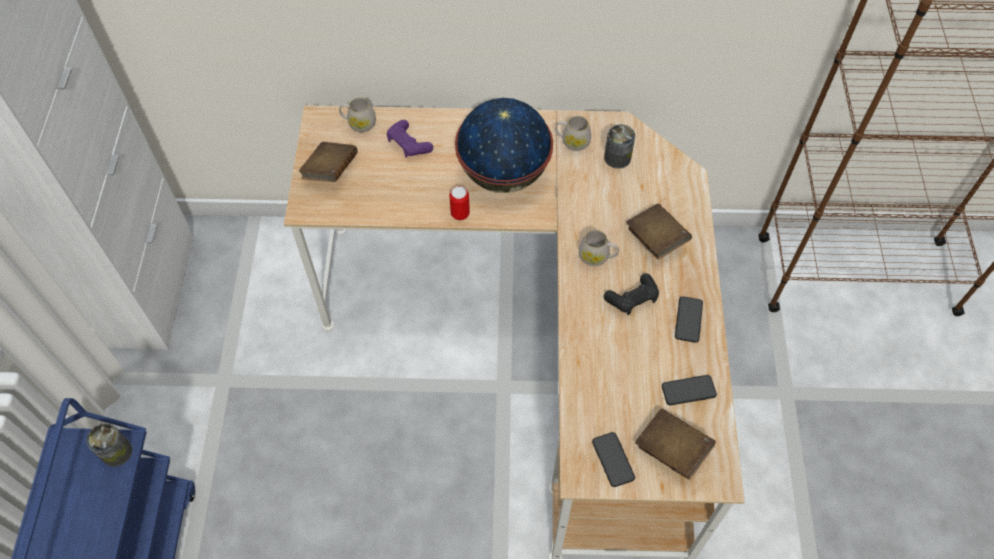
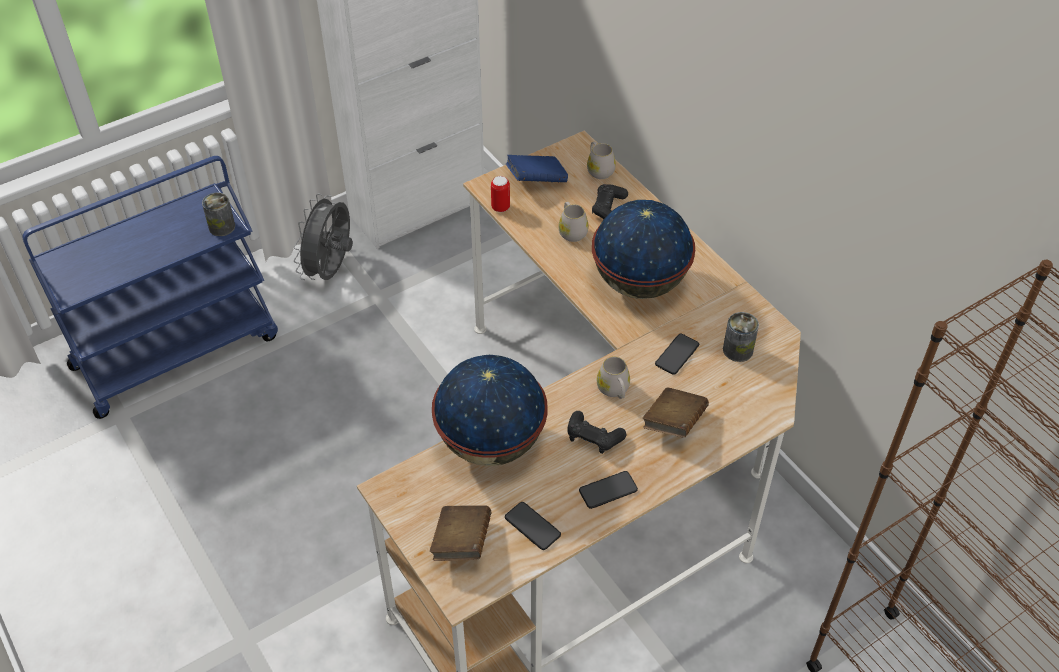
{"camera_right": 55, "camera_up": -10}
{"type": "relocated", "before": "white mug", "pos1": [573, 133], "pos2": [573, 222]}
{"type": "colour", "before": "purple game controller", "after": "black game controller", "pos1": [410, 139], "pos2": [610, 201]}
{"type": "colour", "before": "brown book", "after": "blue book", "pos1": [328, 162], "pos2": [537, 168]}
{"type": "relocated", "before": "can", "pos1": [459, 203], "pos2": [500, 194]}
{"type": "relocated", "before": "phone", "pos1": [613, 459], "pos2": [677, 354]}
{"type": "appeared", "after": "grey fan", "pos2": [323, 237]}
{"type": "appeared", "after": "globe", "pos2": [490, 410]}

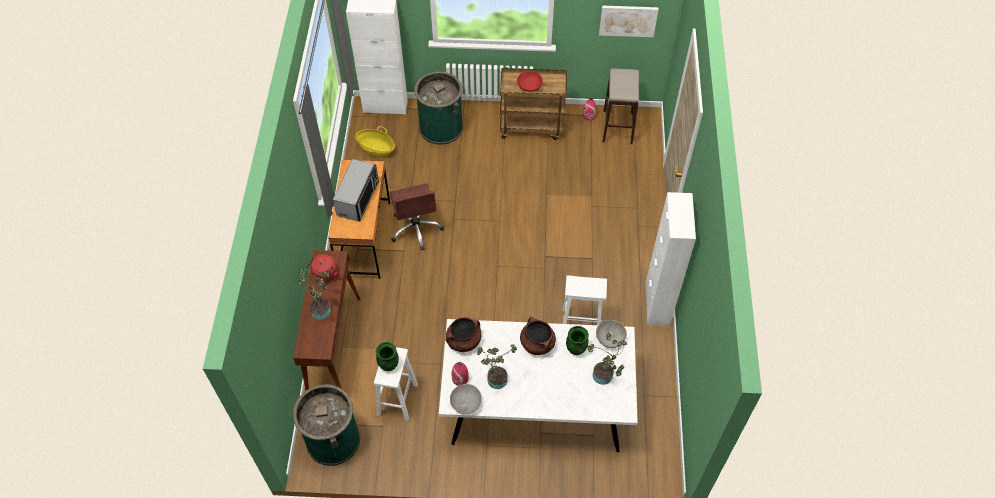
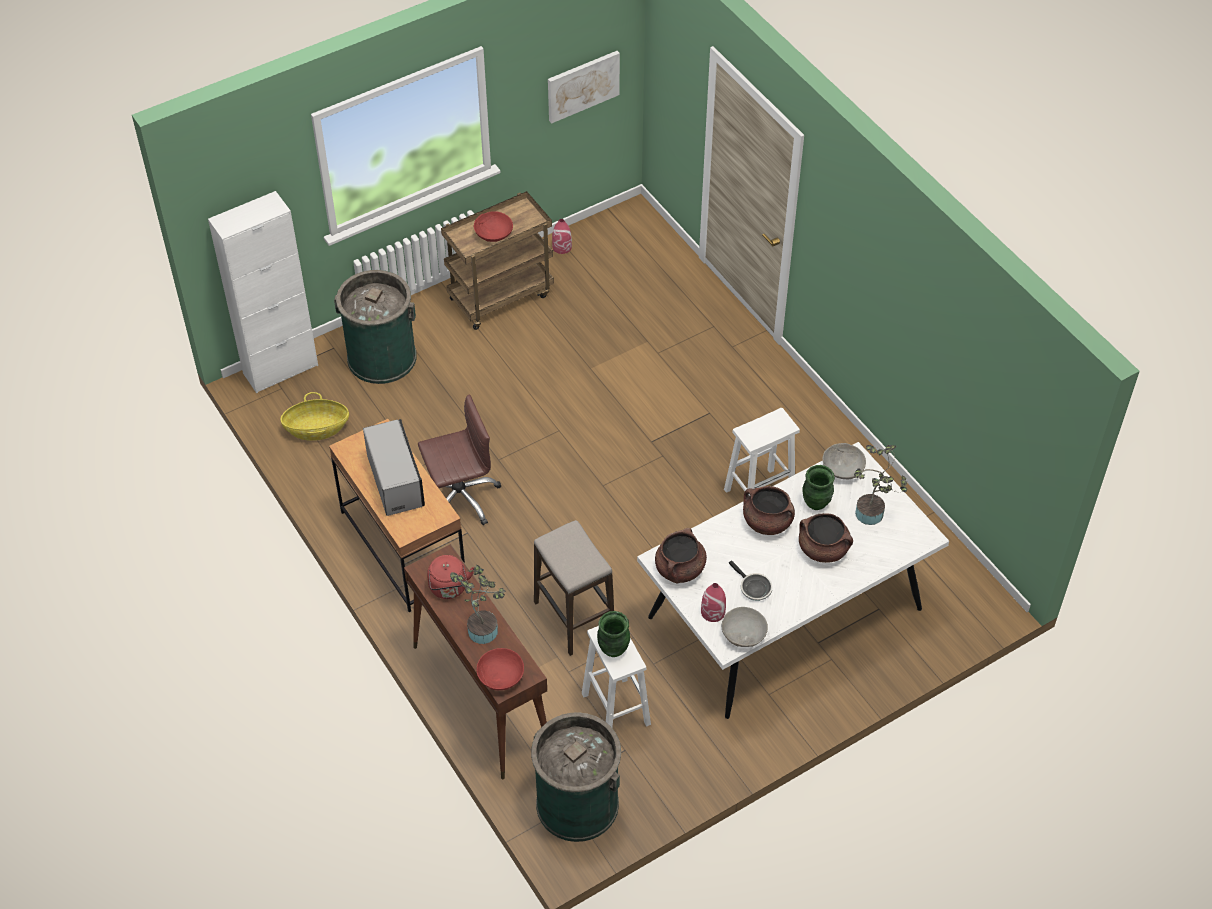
{"camera_right": -35, "camera_up": -5}
{"type": "relocated", "before": "stool", "pos1": [621, 106], "pos2": [574, 588]}
{"type": "spun", "before": "brown office chair", "pos1": [417, 217], "pos2": [460, 460], "turn": -60}
{"type": "missing", "before": "white cabinet", "pos1": [671, 259]}
{"type": "exchanged", "before": "potted plant", "after": "frying pan", "pos1": [497, 366], "pos2": [751, 580]}
{"type": "appeared", "after": "brown cooking pot", "pos2": [826, 538]}
{"type": "appeared", "after": "red bowl", "pos2": [500, 669]}

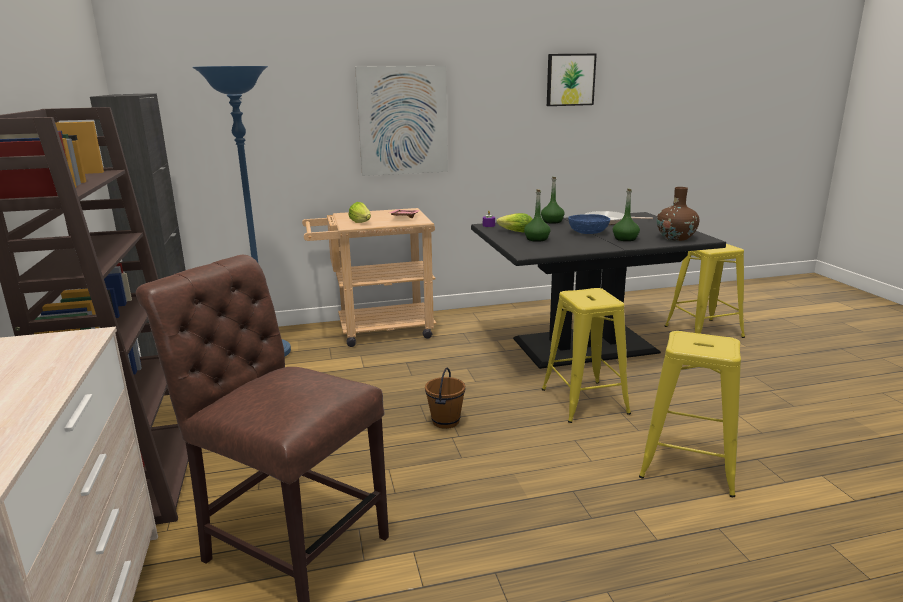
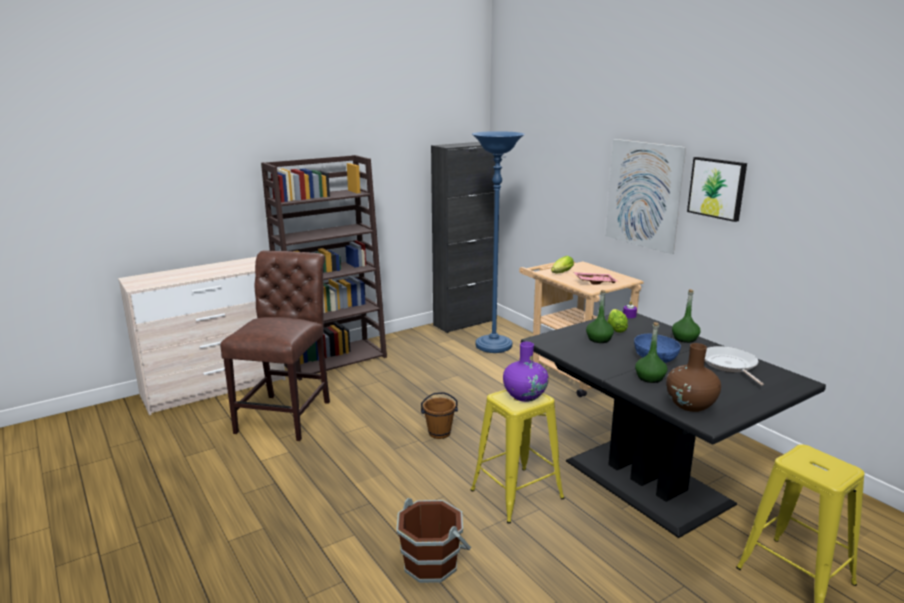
{"camera_right": 70, "camera_up": 0}
{"type": "relocated", "before": "picture", "pos1": [572, 80], "pos2": [717, 189]}
{"type": "exchanged", "before": "yellow stool", "after": "brown bucket", "pos1": [690, 414], "pos2": [433, 540]}
{"type": "appeared", "after": "purple vase", "pos2": [526, 372]}

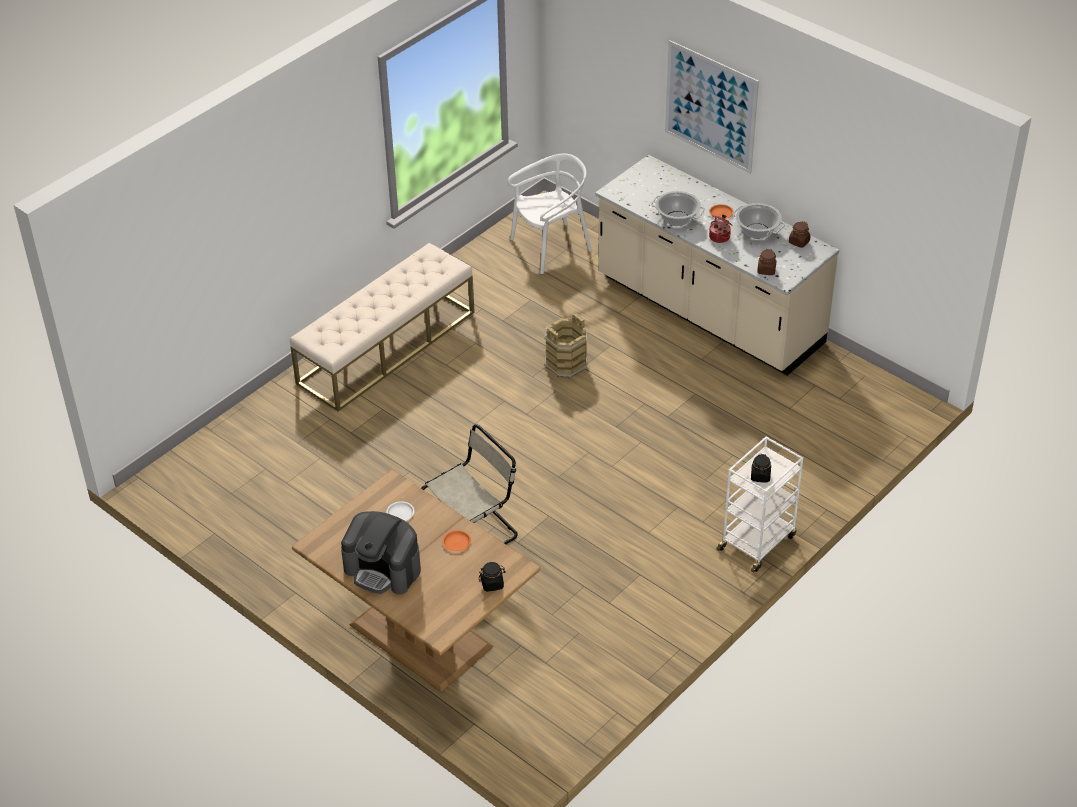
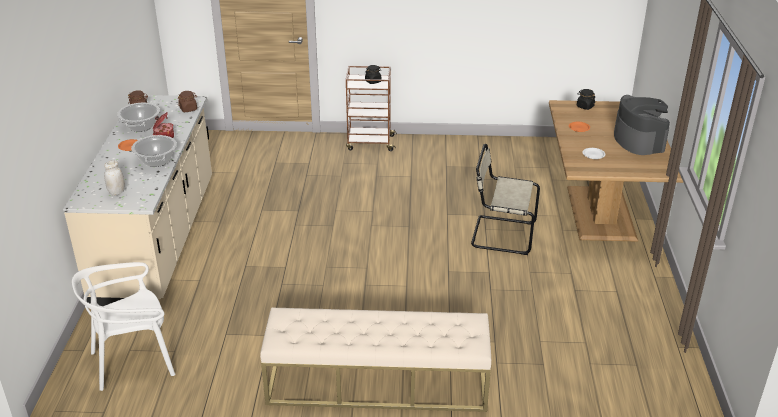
{"camera_right": -130, "camera_up": -10}
{"type": "missing", "before": "picture", "pos1": [712, 107]}
{"type": "spun", "before": "white chair", "pos1": [549, 214], "pos2": [123, 326], "turn": -45}
{"type": "missing", "before": "brown bucket", "pos1": [565, 345]}
{"type": "colour", "before": "white cart", "after": "brown cart", "pos1": [759, 505], "pos2": [371, 108]}
{"type": "appeared", "after": "white jar", "pos2": [114, 178]}

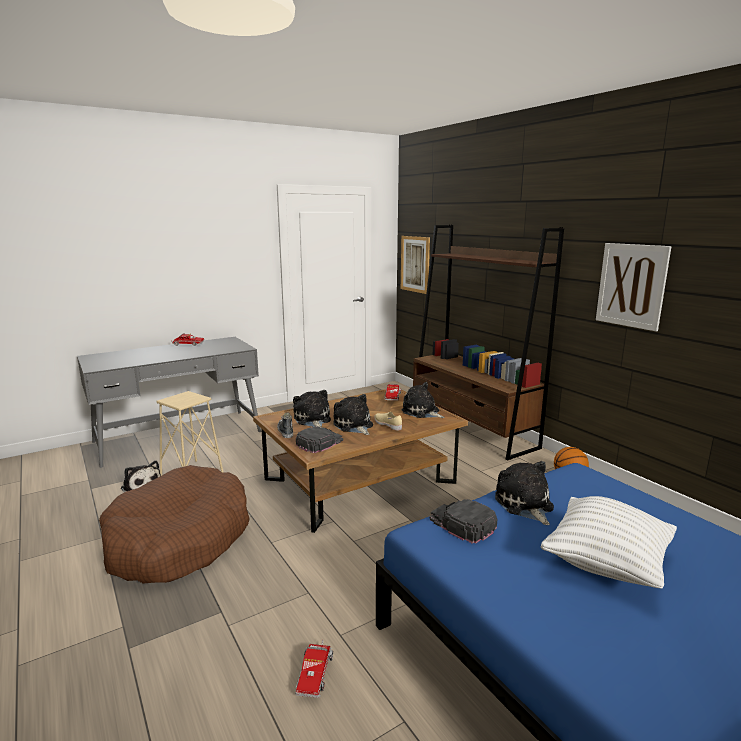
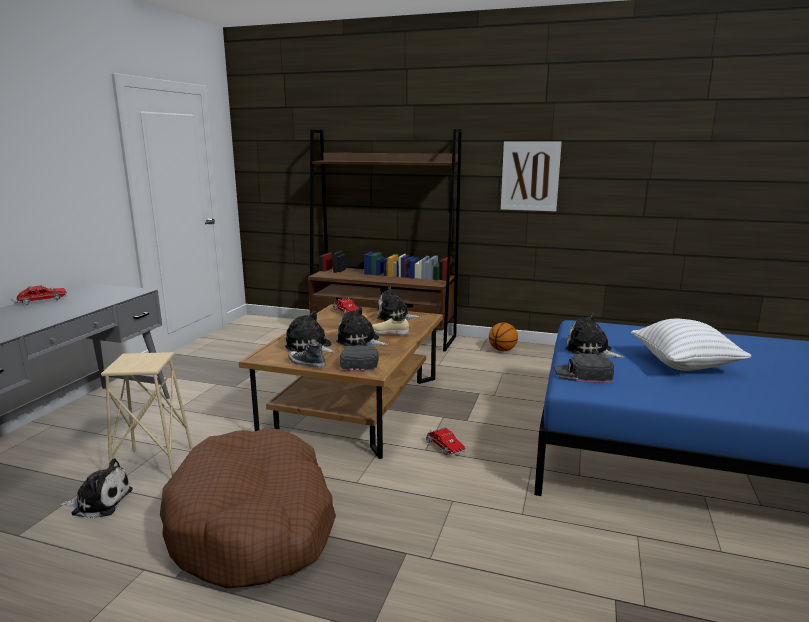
{"camera_right": -40, "camera_up": 0}
{"type": "missing", "before": "picture", "pos1": [415, 265]}
{"type": "relocated", "before": "toy truck", "pos1": [314, 669], "pos2": [445, 441]}

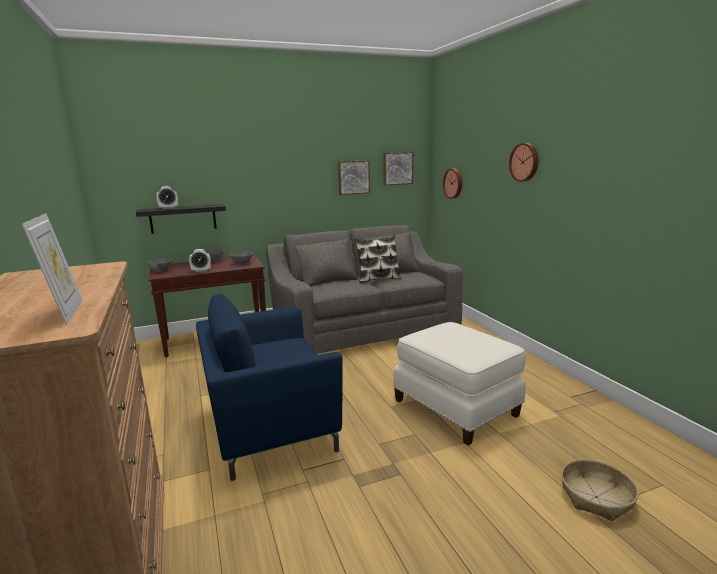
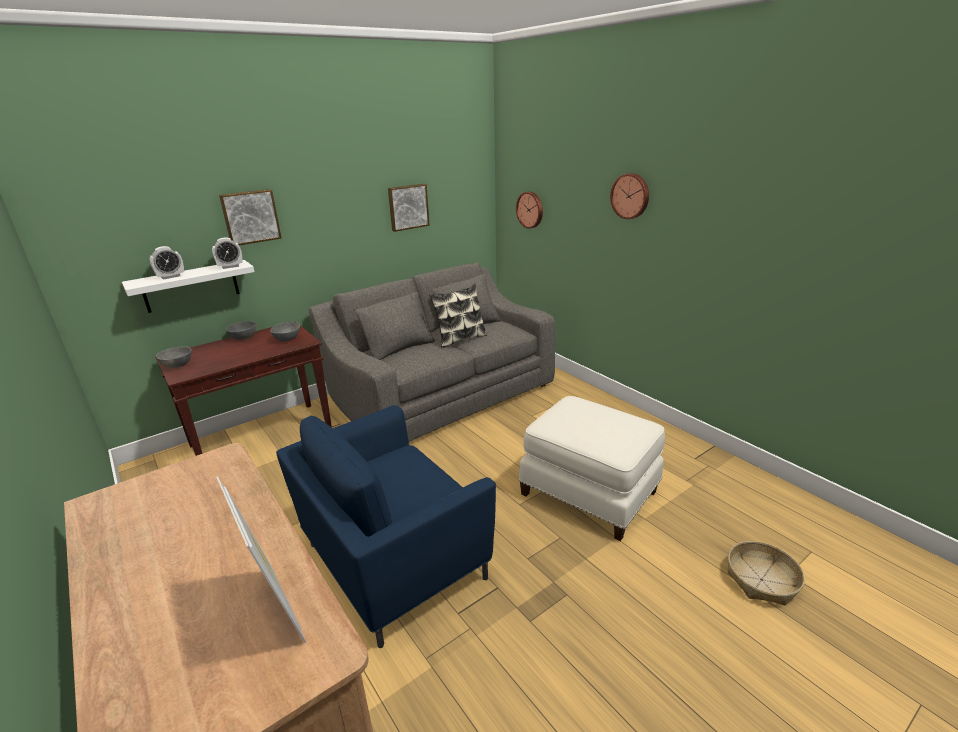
{"camera_right": -15, "camera_up": 10}
{"type": "relocated", "before": "picture", "pos1": [398, 168], "pos2": [250, 217]}
{"type": "colour", "before": "black shelf", "after": "white shelf", "pos1": [181, 219], "pos2": [188, 286]}
{"type": "relocated", "before": "alarm clock", "pos1": [200, 260], "pos2": [227, 253]}

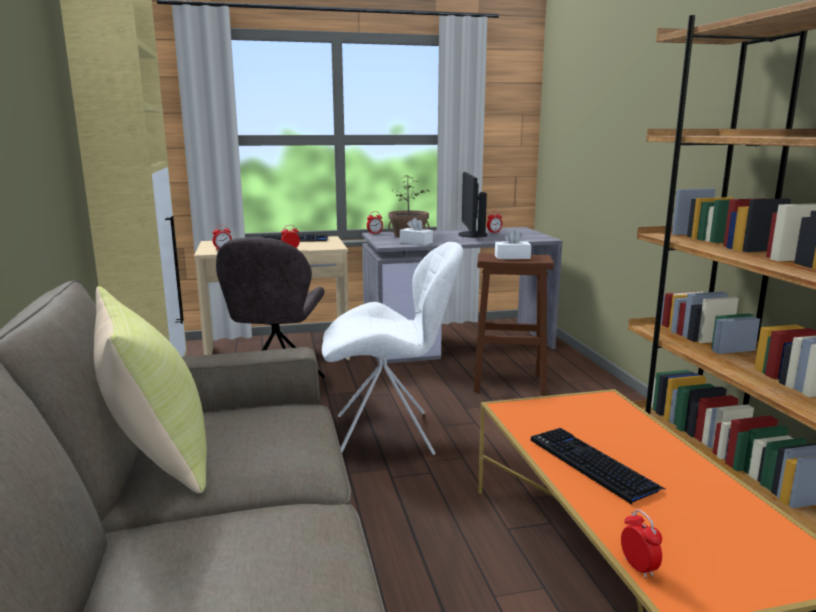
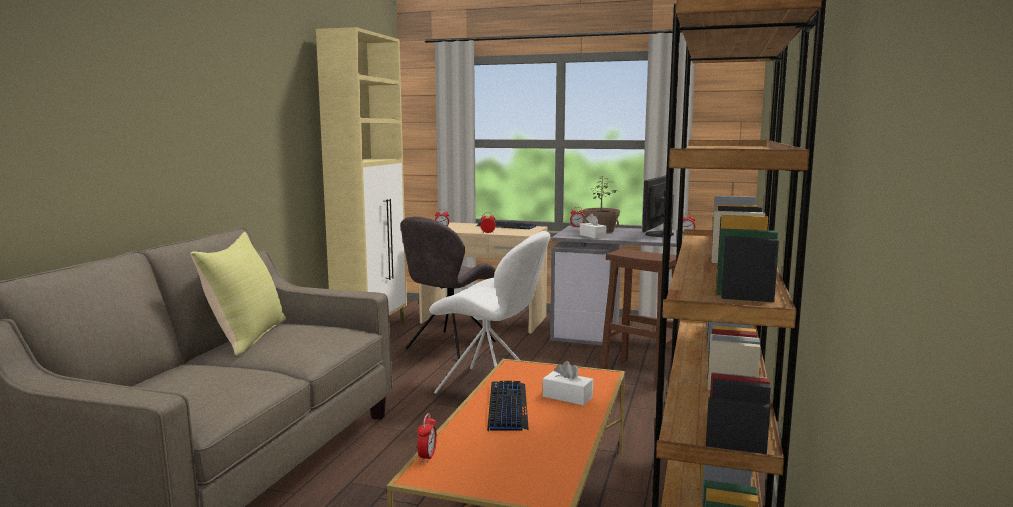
{"camera_right": 30, "camera_up": -5}
{"type": "relocated", "before": "white tissue box", "pos1": [513, 244], "pos2": [568, 383]}

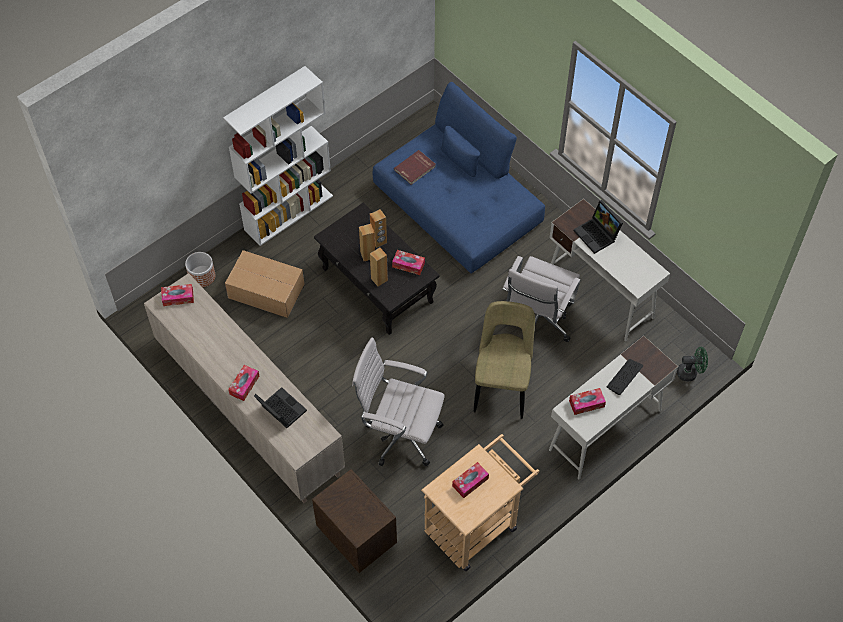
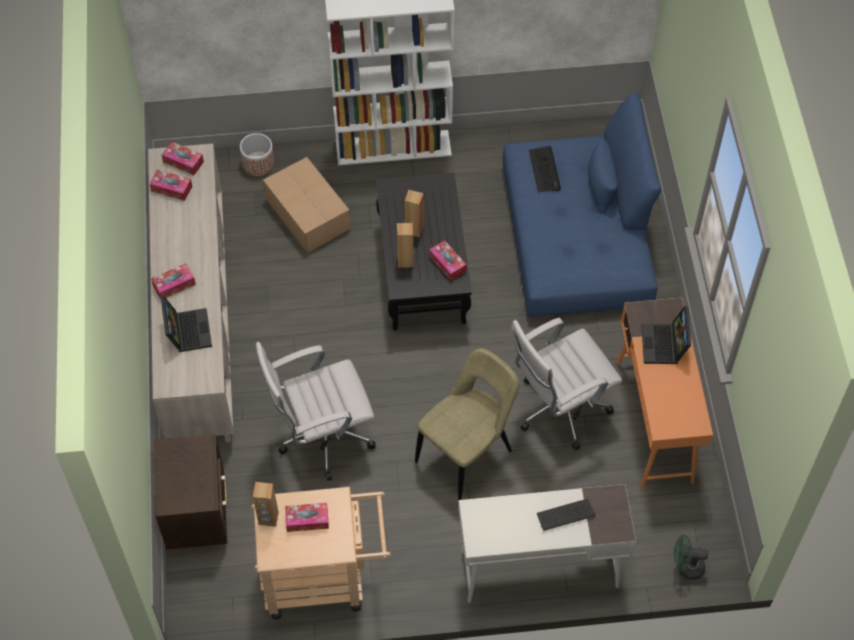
{"camera_right": 35, "camera_up": 0}
{"type": "exchanged", "before": "red book", "after": "keyboard", "pos1": [415, 167], "pos2": [545, 169]}
{"type": "colour", "before": "white desk", "after": "orange desk", "pos1": [610, 270], "pos2": [664, 393]}
{"type": "relocated", "before": "brown speaker", "pos1": [378, 228], "pos2": [265, 504]}
{"type": "spun", "before": "white office chair", "pos1": [398, 401], "pos2": [316, 411], "turn": -75}
{"type": "spun", "before": "green fan", "pos1": [692, 364], "pos2": [691, 557], "turn": 150}
{"type": "relocated", "before": "tissue box", "pos1": [587, 401], "pos2": [171, 185]}

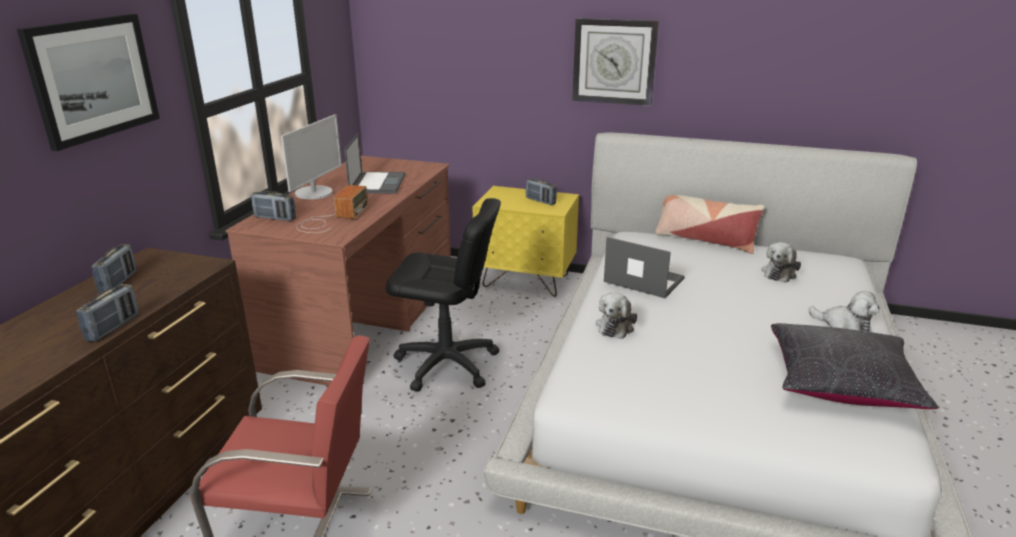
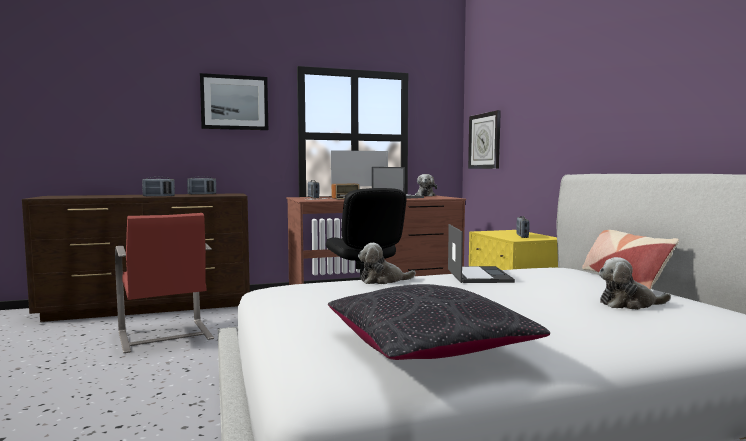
{"camera_right": 55, "camera_up": -20}
{"type": "relocated", "before": "wall clock", "pos1": [615, 62], "pos2": [484, 139]}
{"type": "relocated", "before": "plush toy", "pos1": [844, 311], "pos2": [426, 185]}

